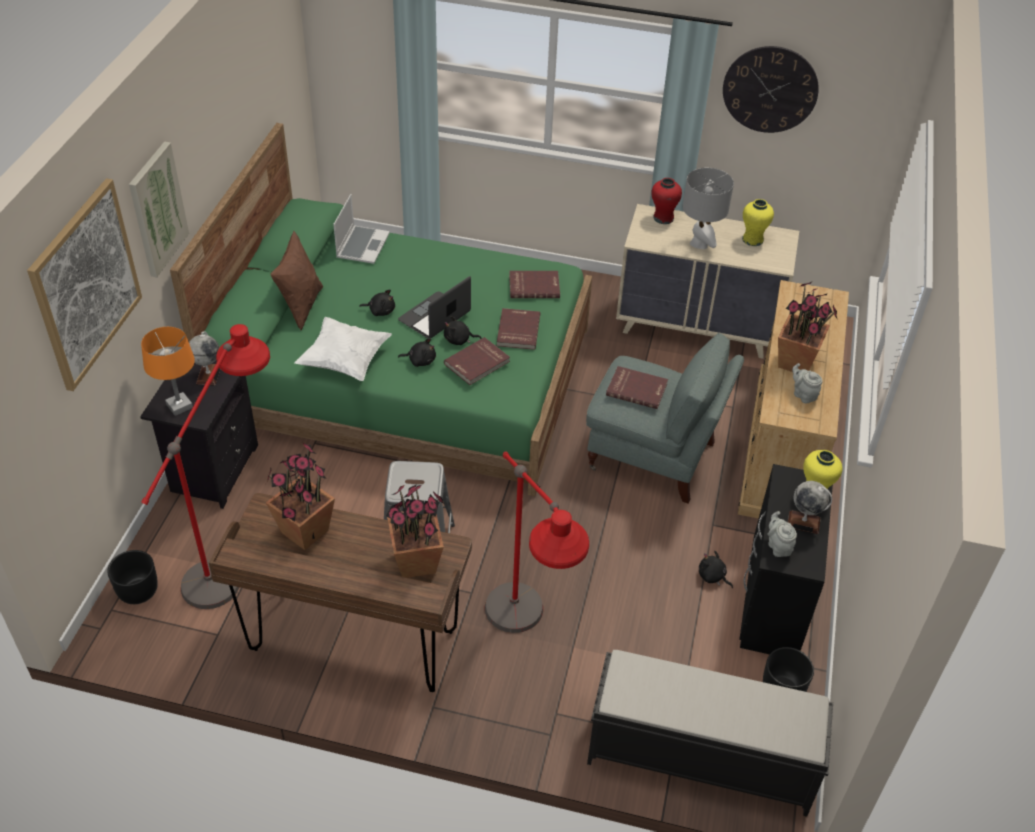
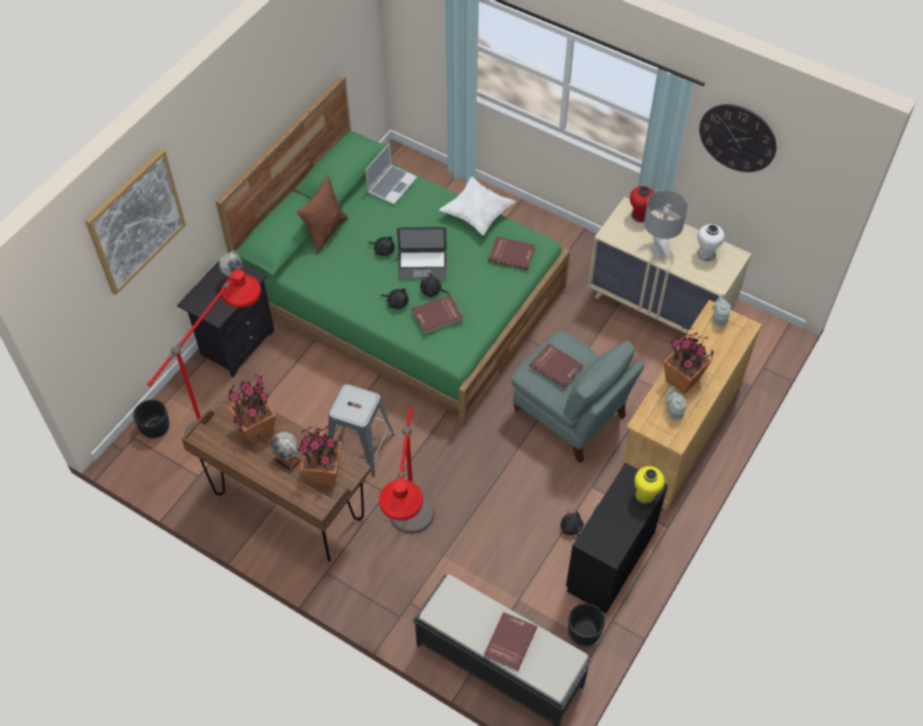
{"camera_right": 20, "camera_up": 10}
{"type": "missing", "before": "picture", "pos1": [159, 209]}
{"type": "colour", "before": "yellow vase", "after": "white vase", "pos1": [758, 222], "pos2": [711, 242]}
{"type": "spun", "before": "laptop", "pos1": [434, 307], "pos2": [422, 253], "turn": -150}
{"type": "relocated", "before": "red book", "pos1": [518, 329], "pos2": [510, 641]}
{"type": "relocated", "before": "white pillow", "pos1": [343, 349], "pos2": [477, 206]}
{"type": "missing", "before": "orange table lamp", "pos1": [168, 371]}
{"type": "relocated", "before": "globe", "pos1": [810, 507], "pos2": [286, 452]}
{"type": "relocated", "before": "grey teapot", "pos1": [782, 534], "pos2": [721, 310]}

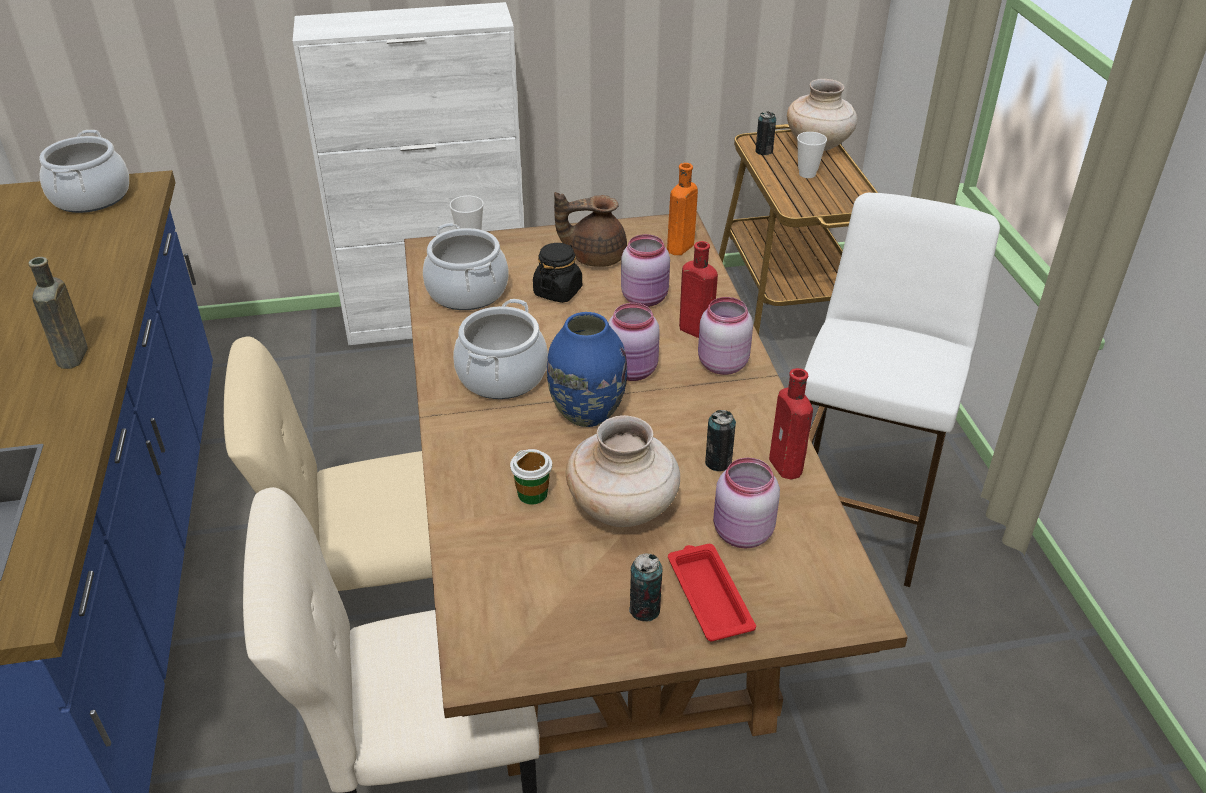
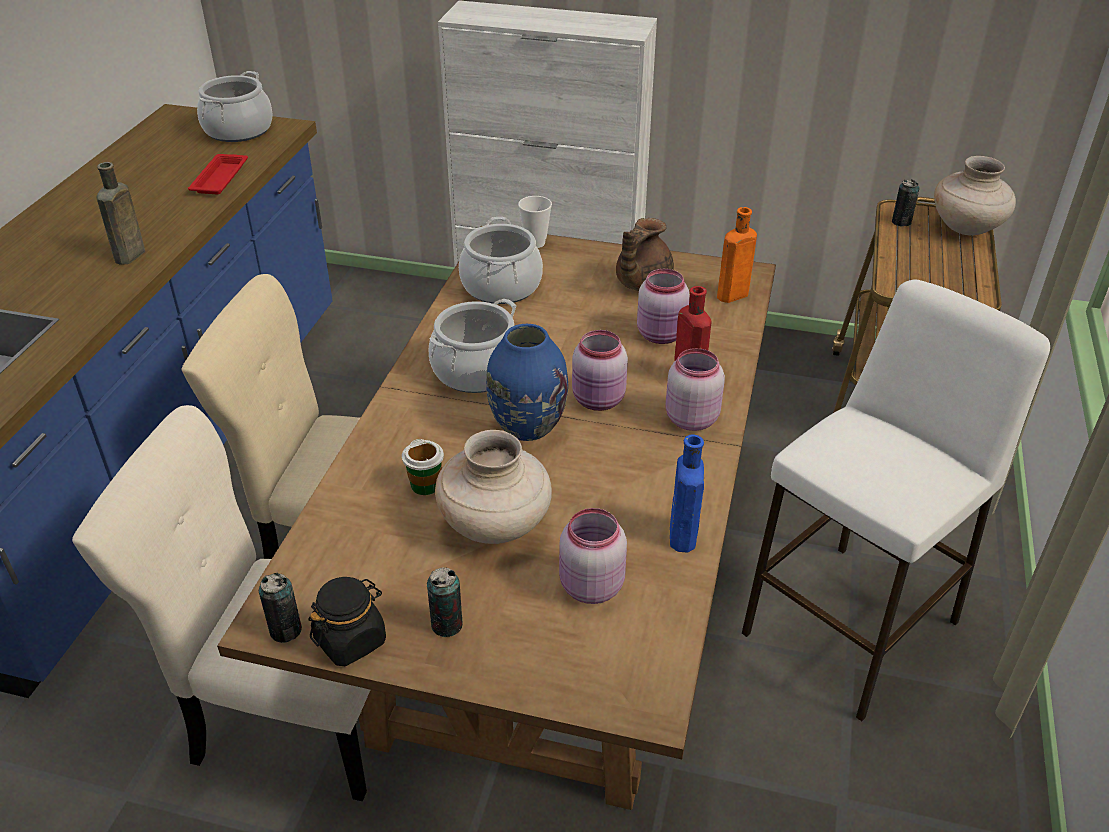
{"camera_right": 25, "camera_up": 0}
{"type": "missing", "before": "cup", "pos1": [812, 155]}
{"type": "spun", "before": "brown teapot", "pos1": [590, 229], "pos2": [645, 254], "turn": -75}
{"type": "relocated", "before": "black jar", "pos1": [557, 273], "pos2": [347, 621]}
{"type": "colour", "before": "red bottle", "after": "blue bottle", "pos1": [791, 424], "pos2": [687, 493]}
{"type": "relocated", "before": "can", "pos1": [720, 440], "pos2": [280, 608]}
{"type": "relocated", "before": "red tray", "pos1": [712, 593], "pos2": [218, 174]}

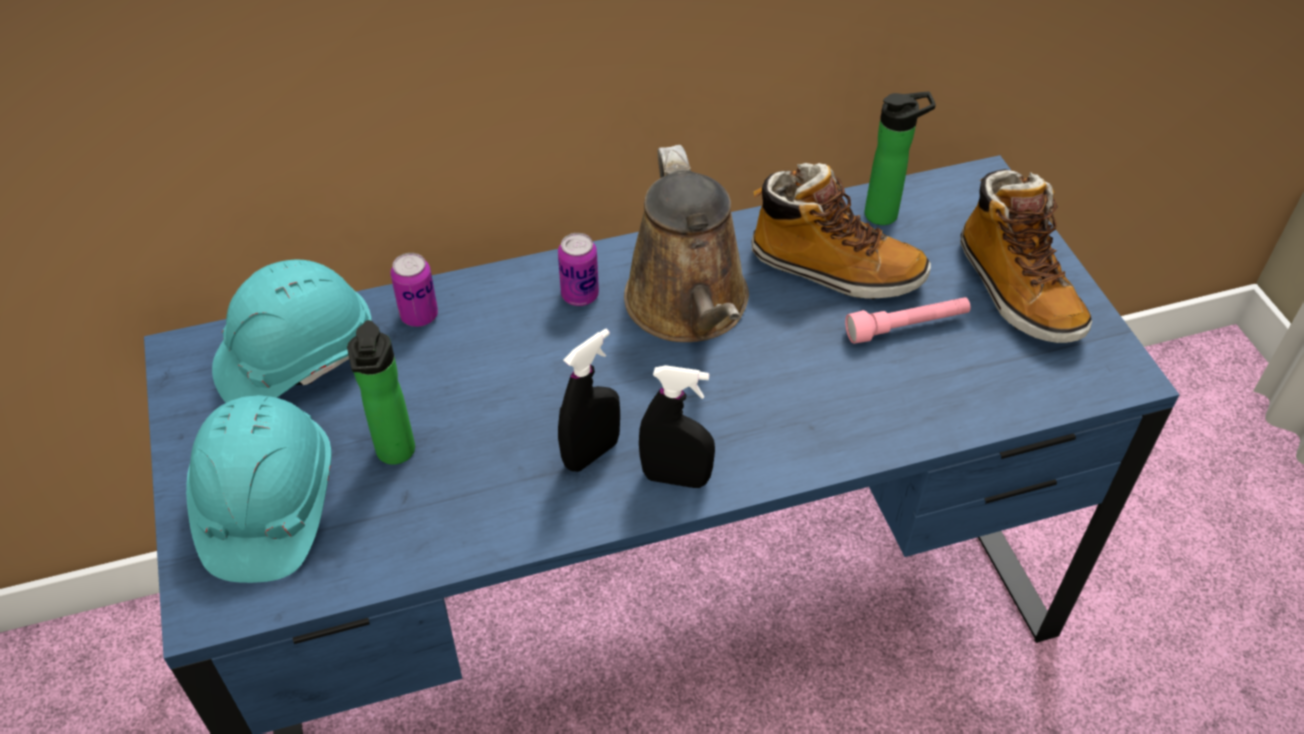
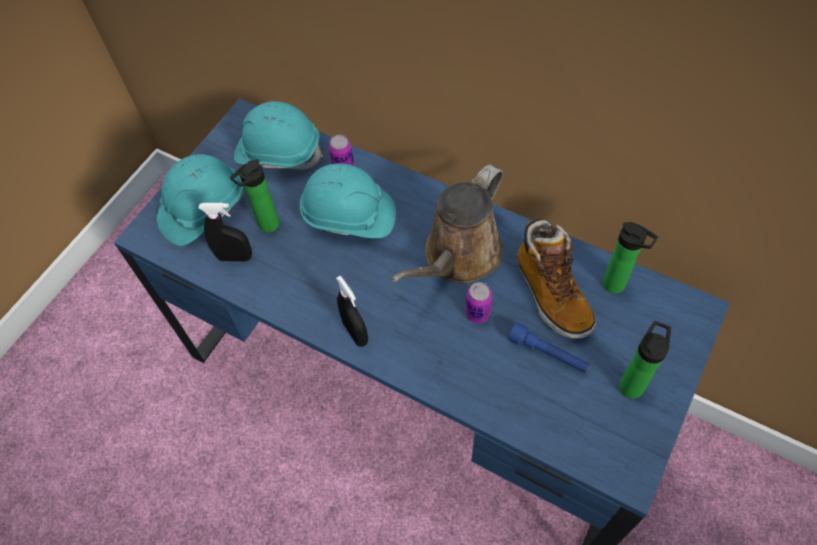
{"camera_right": 50, "camera_up": 10}
{"type": "exchanged", "before": "boot", "after": "bottle", "pos1": [1026, 256], "pos2": [645, 360]}
{"type": "relocated", "before": "can", "pos1": [578, 269], "pos2": [479, 303]}
{"type": "colour", "before": "pink flashlight", "after": "blue flashlight", "pos1": [908, 320], "pos2": [549, 347]}
{"type": "relocated", "before": "black spray bottle", "pos1": [589, 400], "pos2": [225, 232]}
{"type": "appeared", "after": "turquoise hard hat", "pos2": [348, 200]}

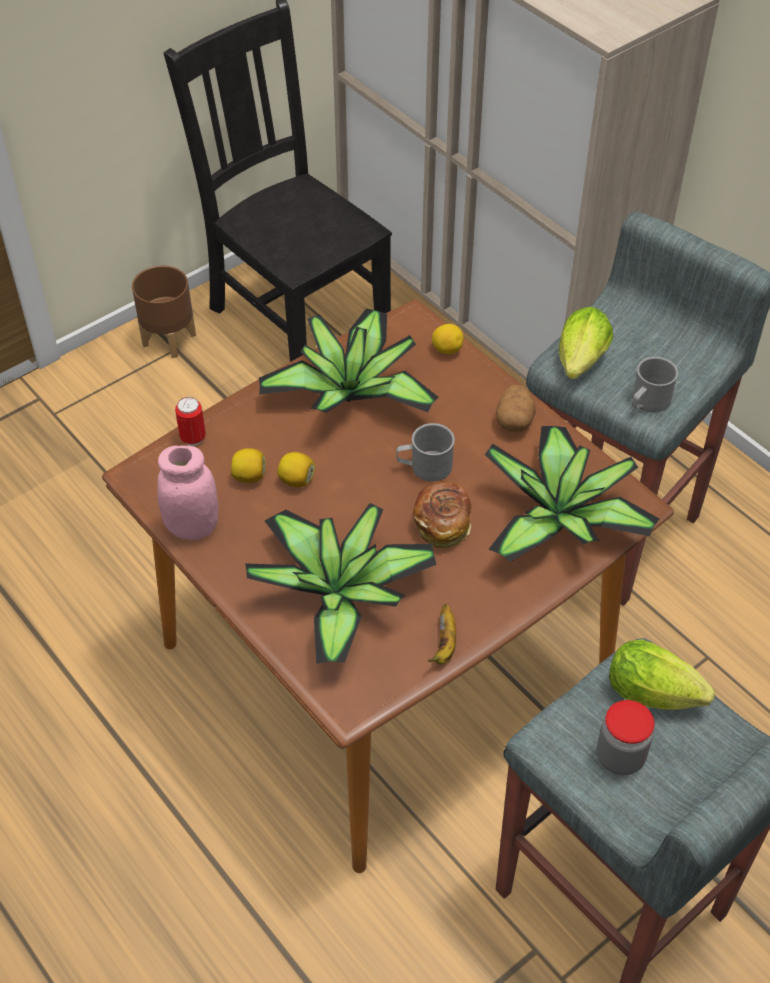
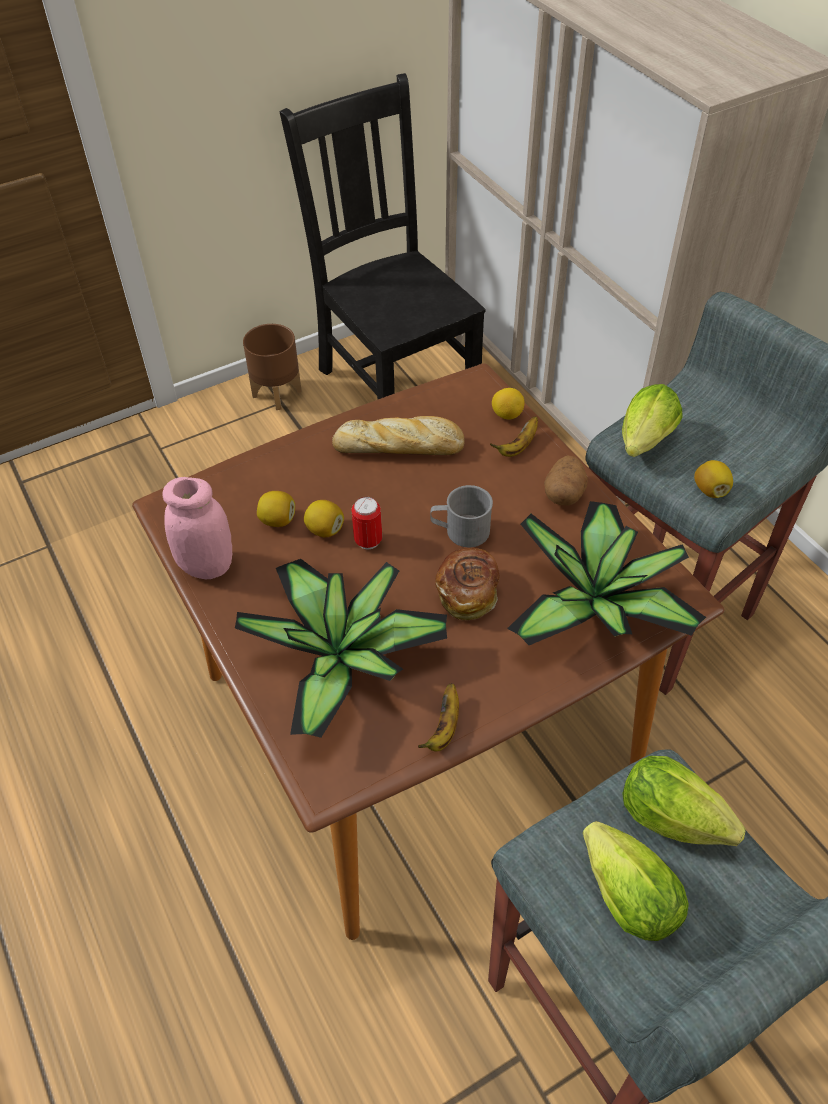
{"camera_right": 10, "camera_up": 0}
{"type": "exchanged", "before": "potted plant", "after": "bread", "pos1": [348, 360], "pos2": [398, 435]}
{"type": "exchanged", "before": "grey mug", "after": "lemon", "pos1": [655, 384], "pos2": [713, 479]}
{"type": "relocated", "before": "can", "pos1": [190, 421], "pos2": [366, 523]}
{"type": "exchanged", "before": "jar", "after": "lettuce", "pos1": [626, 737], "pos2": [635, 881]}
{"type": "appeared", "after": "banana", "pos2": [514, 436]}

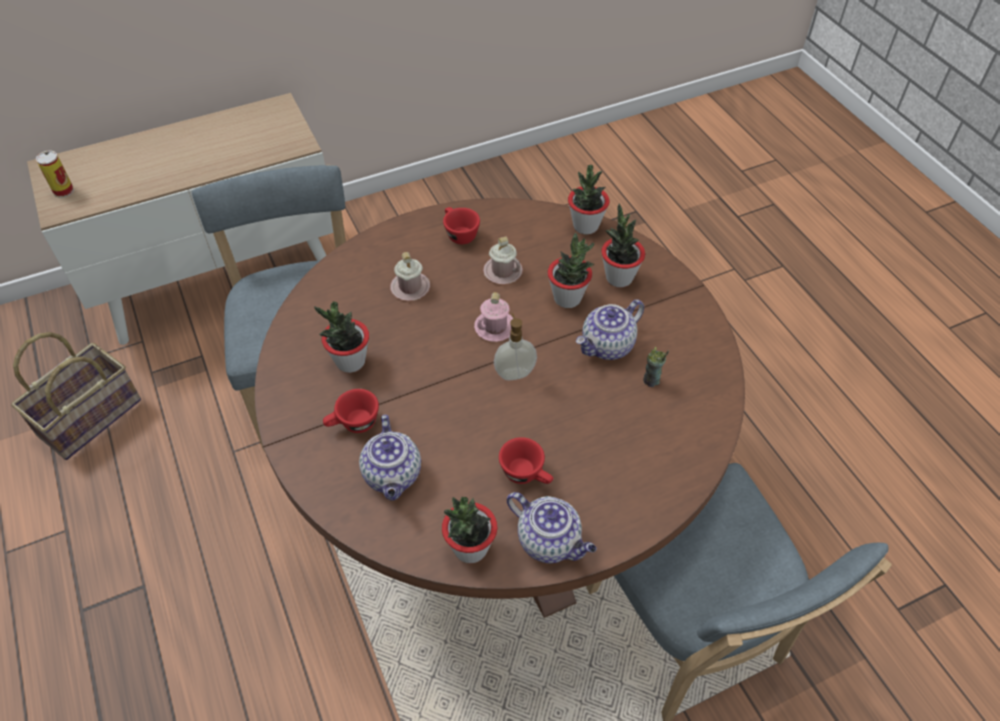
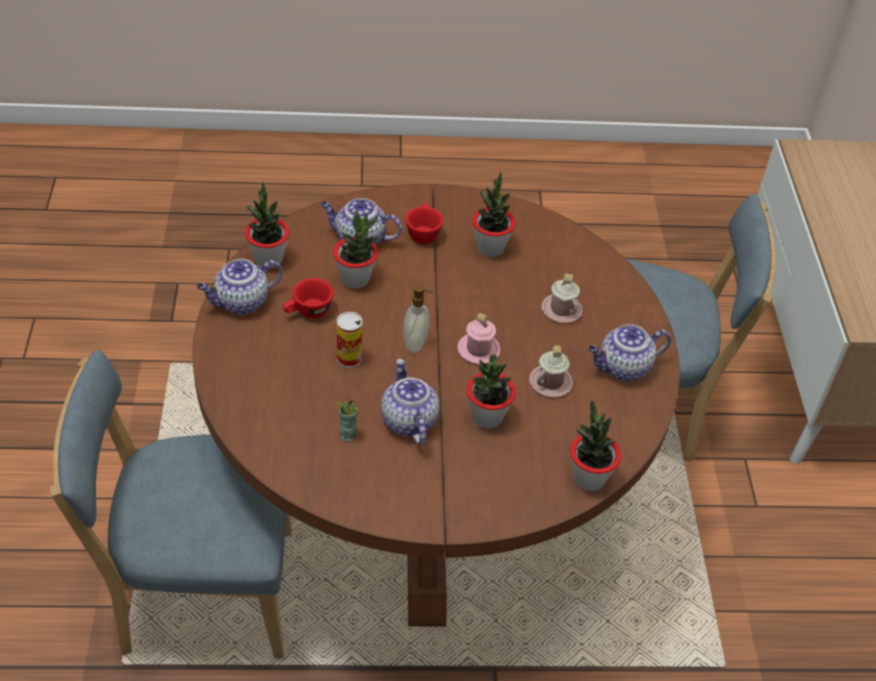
{"camera_right": 110, "camera_up": -5}
{"type": "relocated", "before": "can", "pos1": [55, 174], "pos2": [349, 340]}
{"type": "relocated", "before": "potted plant", "pos1": [623, 246], "pos2": [356, 249]}
{"type": "exchanged", "before": "red cup", "after": "teapot", "pos1": [461, 225], "pos2": [629, 353]}
{"type": "missing", "before": "basket", "pos1": [76, 396]}

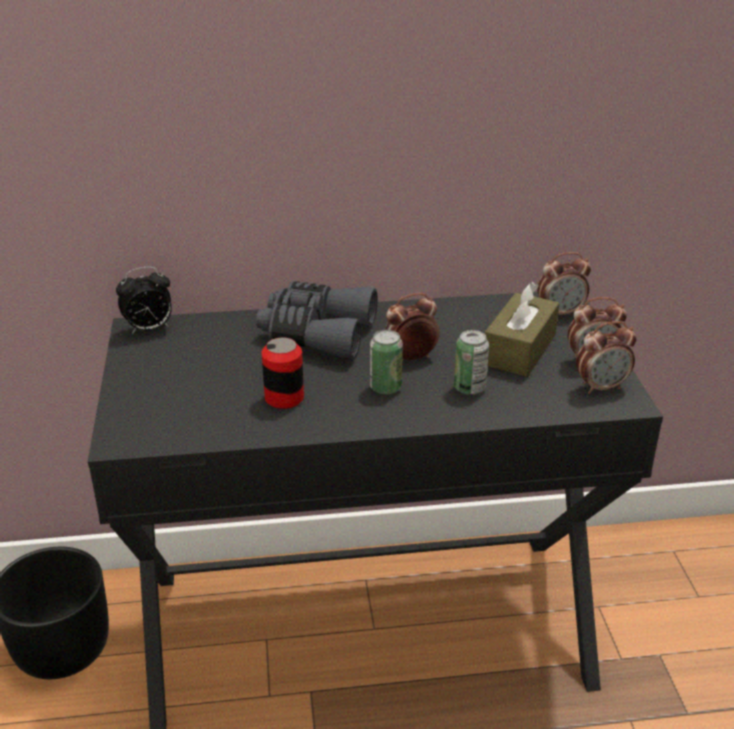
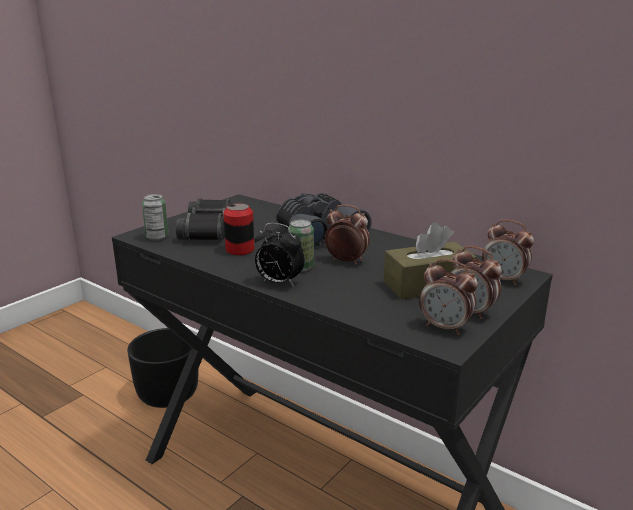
{"camera_right": 45, "camera_up": -10}
{"type": "relocated", "before": "alarm clock", "pos1": [144, 300], "pos2": [279, 255]}
{"type": "relocated", "before": "can", "pos1": [471, 362], "pos2": [155, 217]}
{"type": "appeared", "after": "black binoculars", "pos2": [204, 219]}

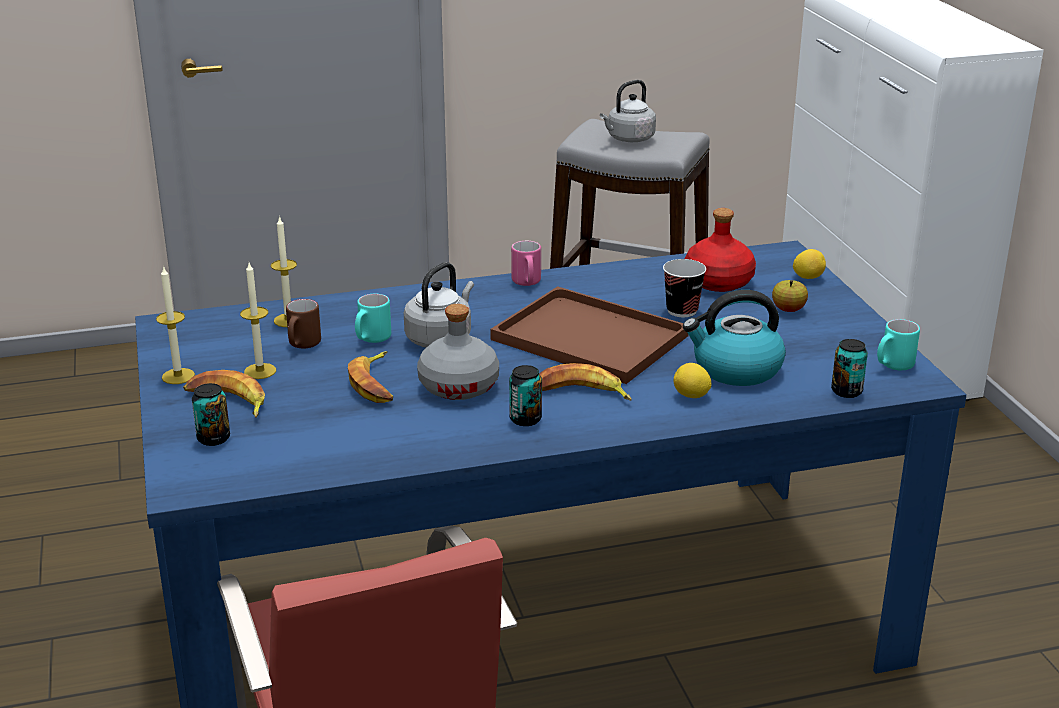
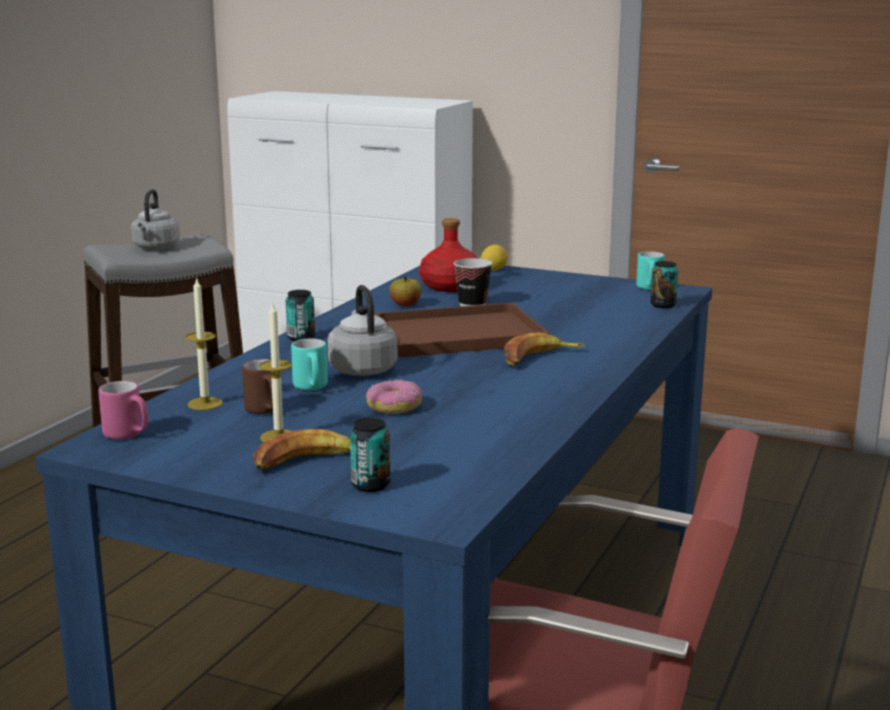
{"camera_right": -50, "camera_up": -10}
{"type": "relocated", "before": "pink mug", "pos1": [526, 263], "pos2": [123, 410]}
{"type": "missing", "before": "candle", "pos1": [175, 325]}
{"type": "relocated", "before": "apple", "pos1": [790, 296], "pos2": [406, 291]}
{"type": "missing", "before": "kettle", "pos1": [734, 338]}
{"type": "missing", "before": "grey bottle", "pos1": [458, 352]}
{"type": "exchanged", "before": "banana", "after": "donut", "pos1": [370, 377], "pos2": [394, 396]}
{"type": "missing", "before": "lemon", "pos1": [692, 380]}
{"type": "relocated", "before": "can", "pos1": [525, 395], "pos2": [300, 315]}

